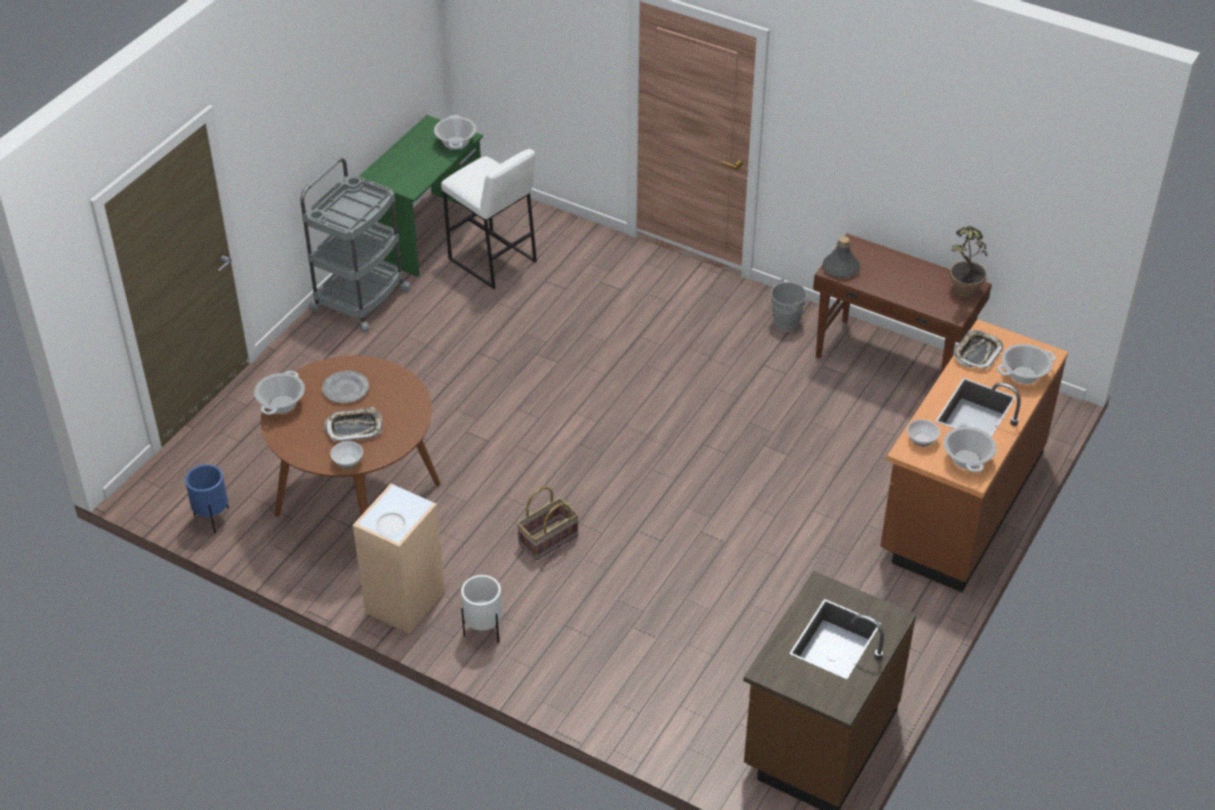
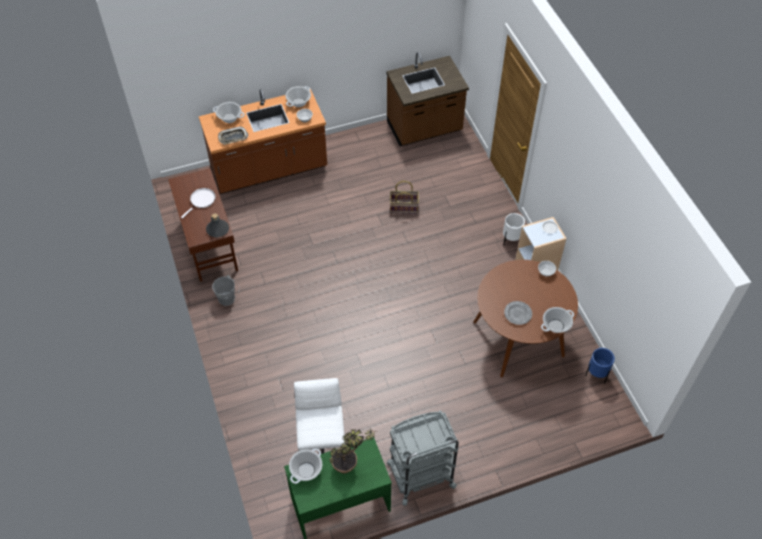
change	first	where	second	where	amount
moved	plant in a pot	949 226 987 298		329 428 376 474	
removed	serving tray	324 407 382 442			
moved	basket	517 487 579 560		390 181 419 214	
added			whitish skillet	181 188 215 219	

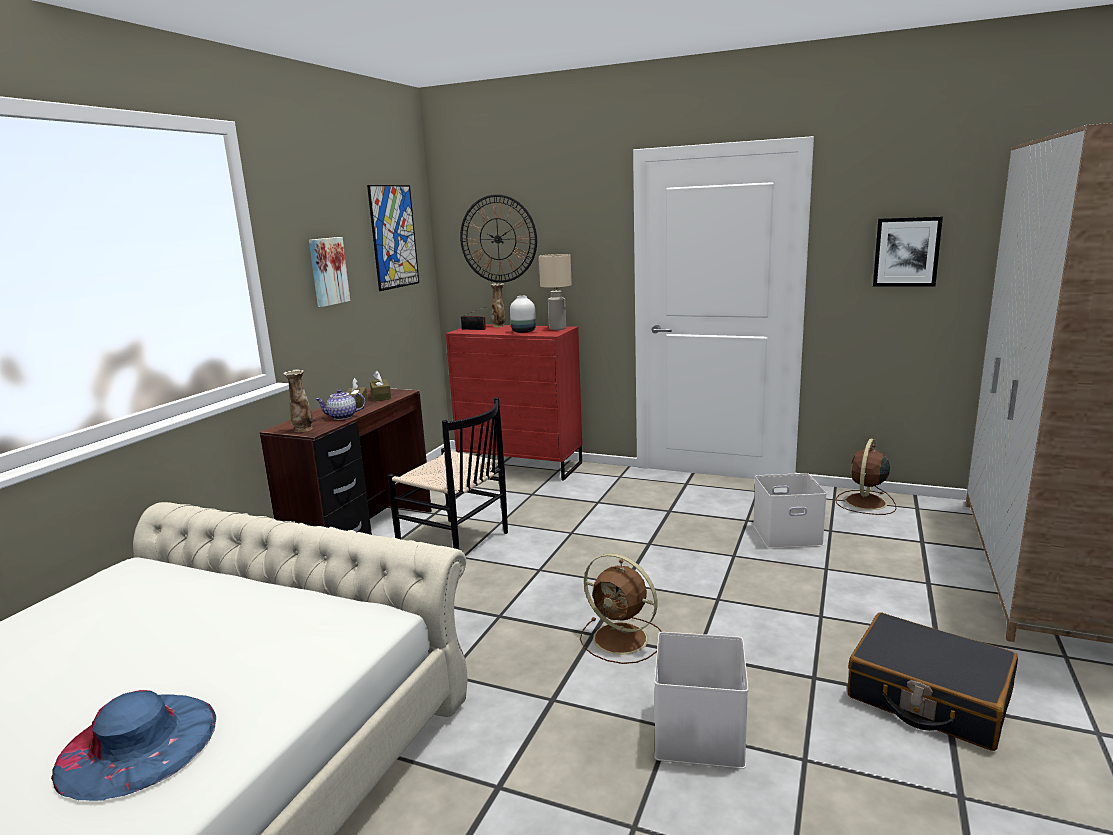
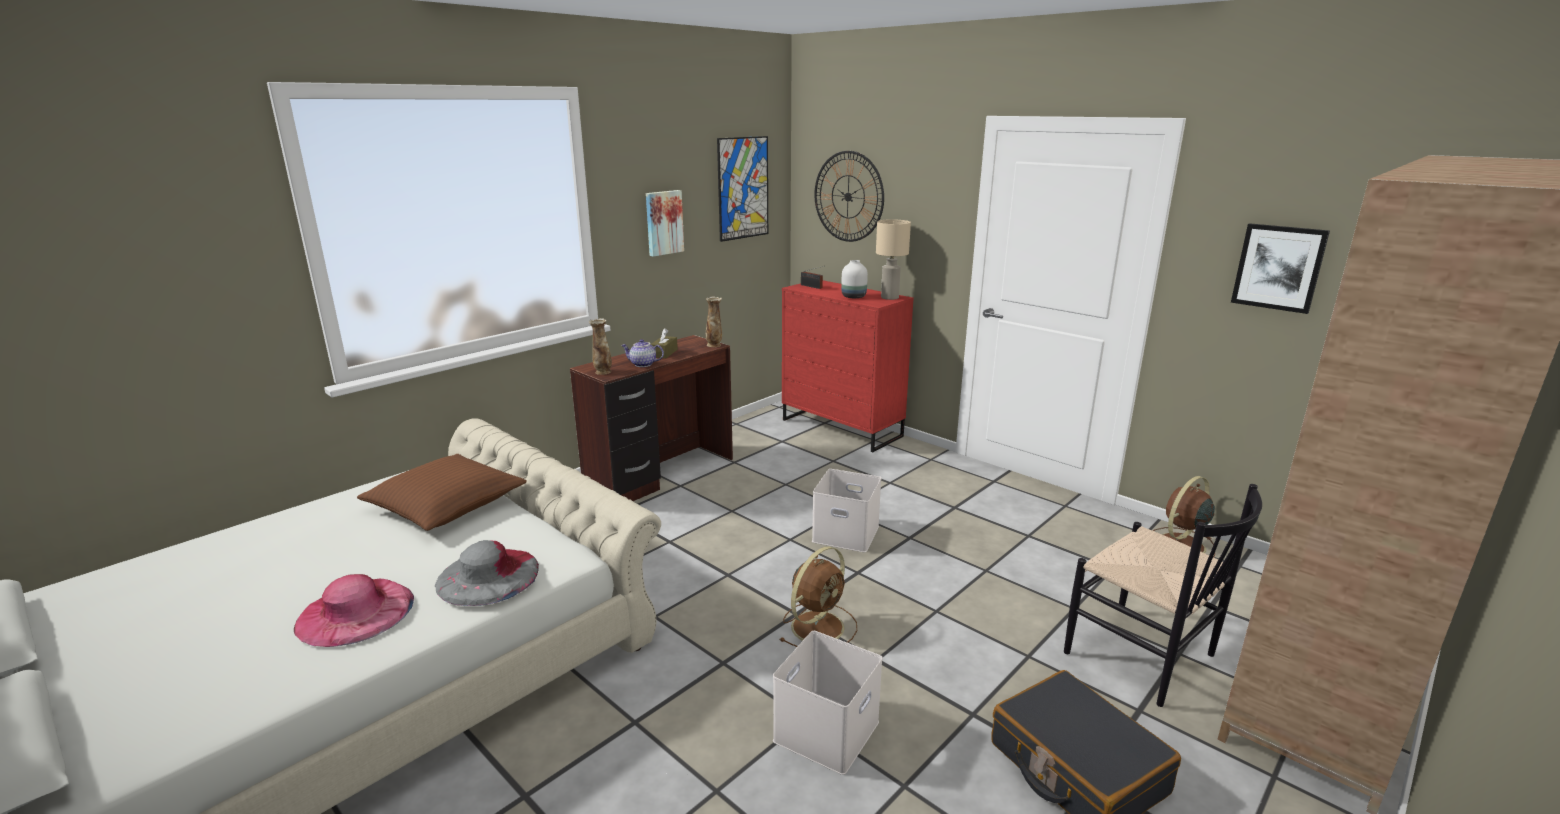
change	first	where	second	where	amount
moved	flower vase	490 283 506 327		706 297 722 347	
removed	brown tissue holder	370 370 391 401			
moved	black plain chair	388 397 508 549		1064 484 1262 707	
moved	whitish storage box	753 473 827 548		812 469 881 553	
turned	brown cooling fan	580 553 662 664		780 546 857 647	105 degrees counterclockwise
recoloured	bluish hat	51 690 216 801	pink-coloured hat	294 574 414 647	
added			brown throw pillow	357 454 527 531	
added			grey hat	434 540 539 606	

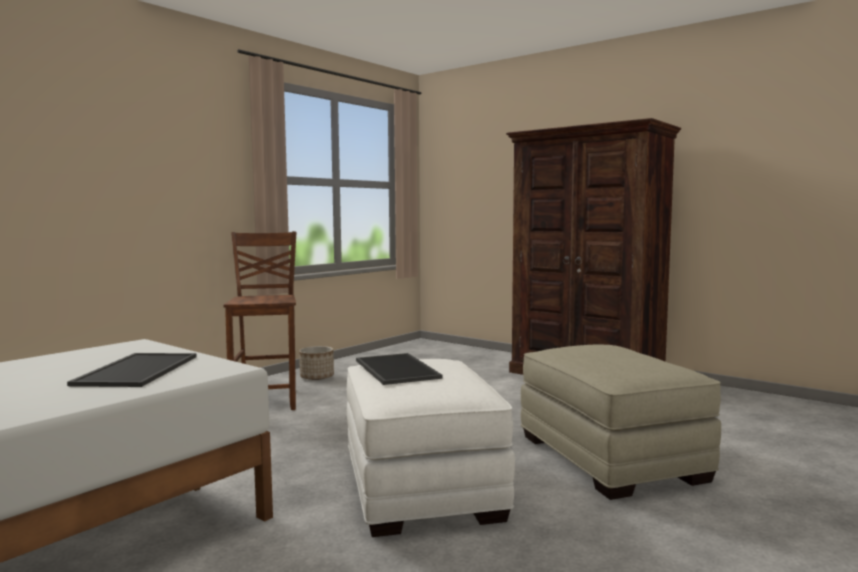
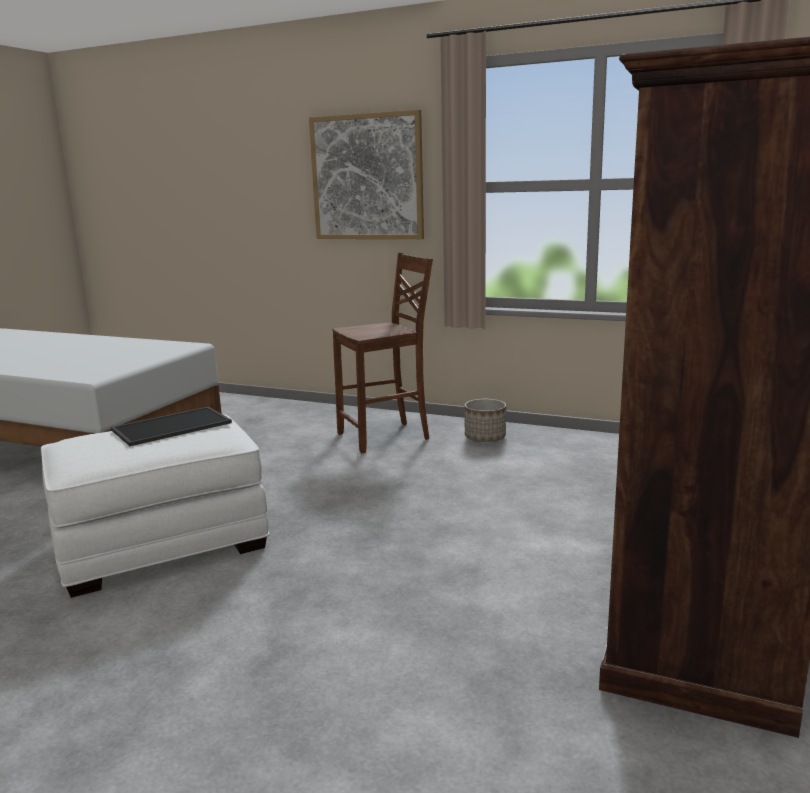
change	first	where	second	where	amount
removed	sand-coloured pouffe	521 345 721 500			
removed	serving tray	67 353 197 387			
added			wall art	309 110 424 239	

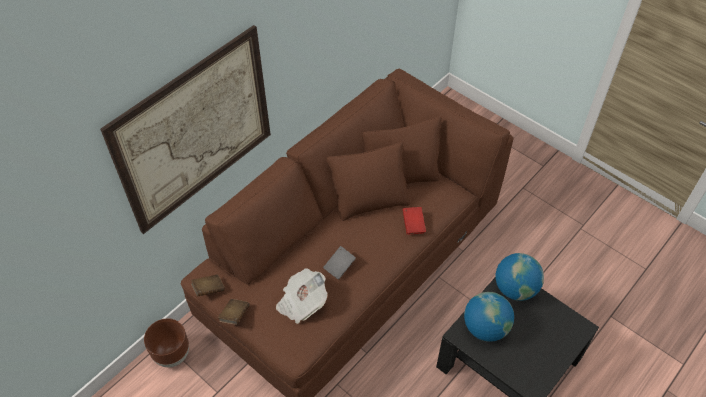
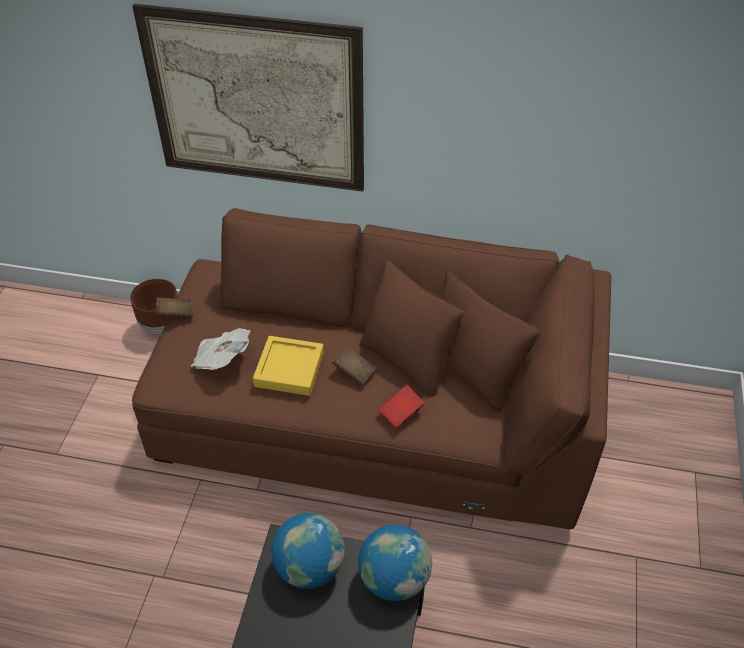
change	first	where	second	where	amount
replaced	grey volume	323 246 356 279	yellow-coloured serving tray	253 336 324 396	
moved	brown volume	191 275 225 297		332 347 376 386	

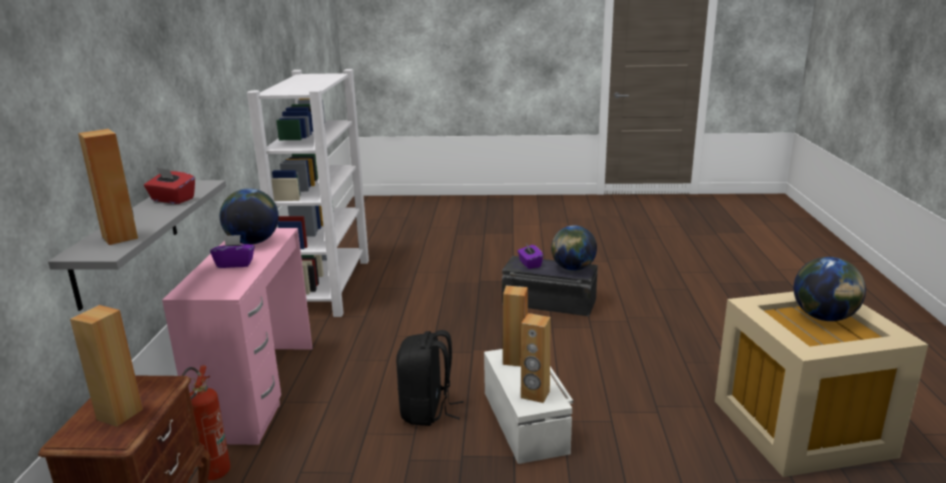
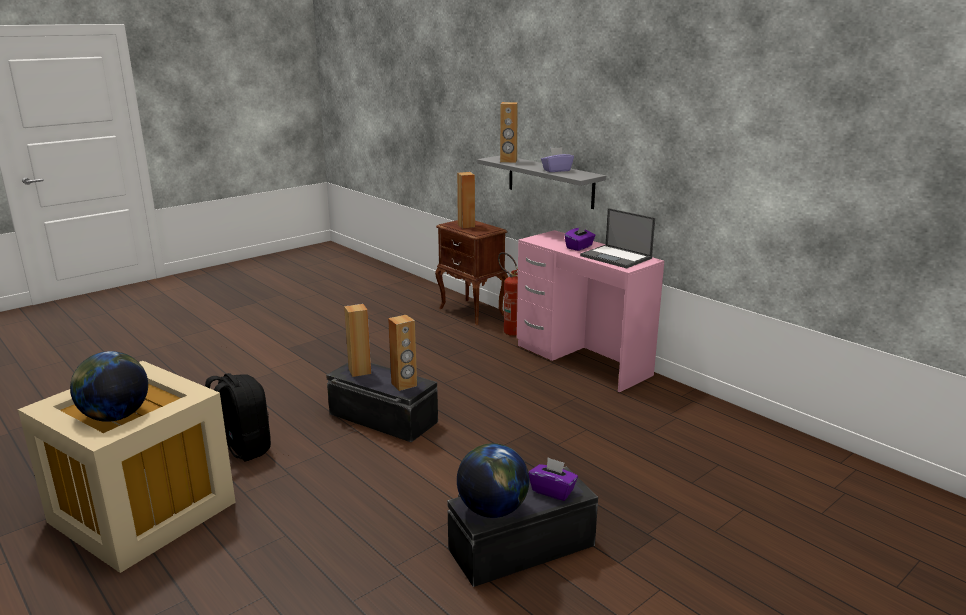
change	first	where	second	where	amount
removed	whitish bookcase	247 69 369 317			
recoloured	red-coloured tissue holder	144 167 195 204	purple-coloured tissue holder	541 147 574 172	
replaced	desk globe	220 188 279 245	portable computer	580 208 655 268	
moved	black rucksack	396 330 464 426		205 373 271 461	
recoloured	whitish storage box	484 349 573 464	black storage box	326 363 438 442	

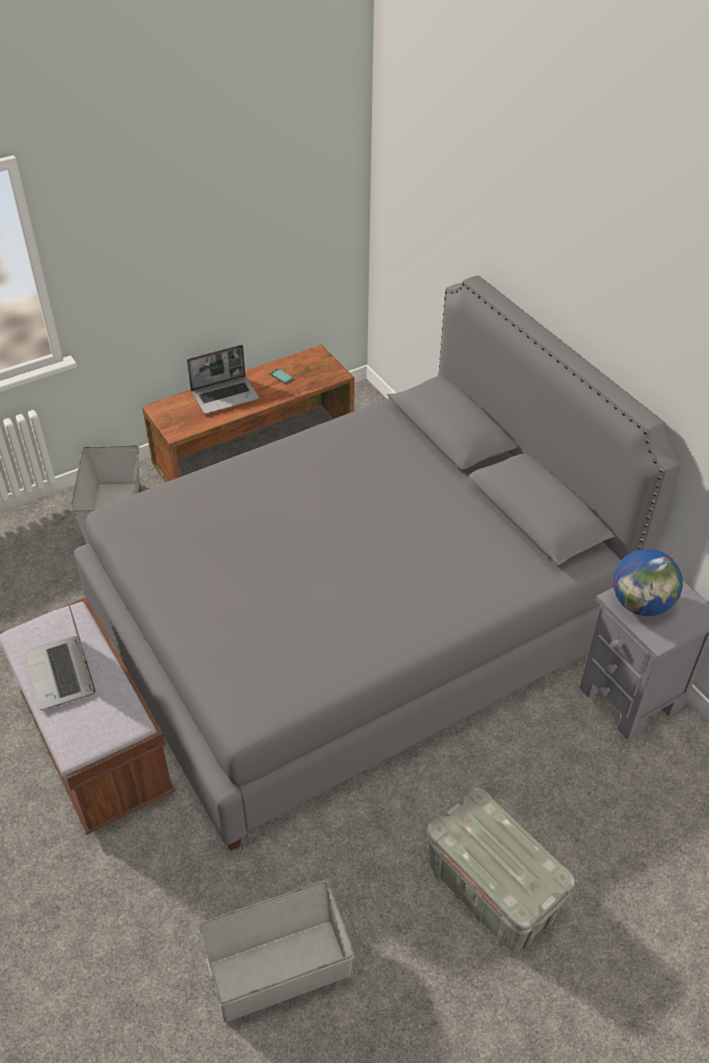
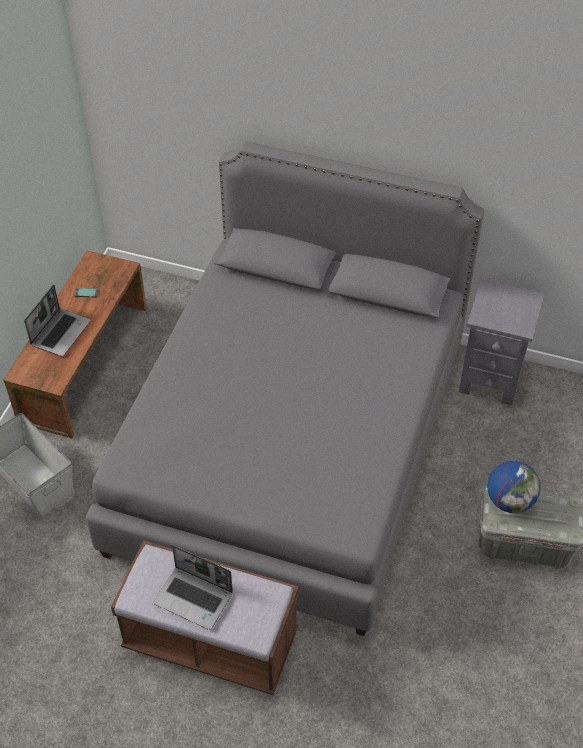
change	first	where	second	where	amount
moved	desk globe	613 549 683 616		487 461 541 513	
removed	grey storage box	199 880 354 1022			

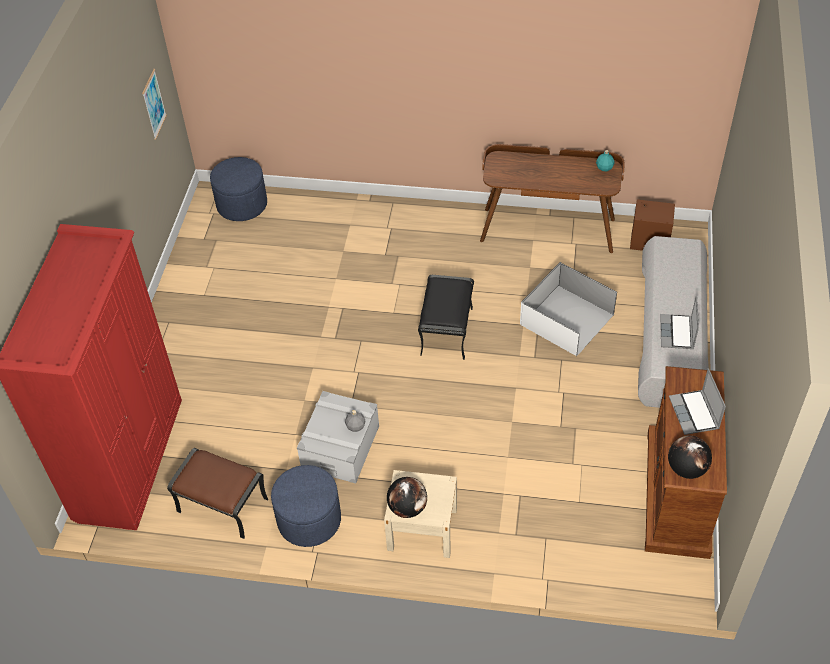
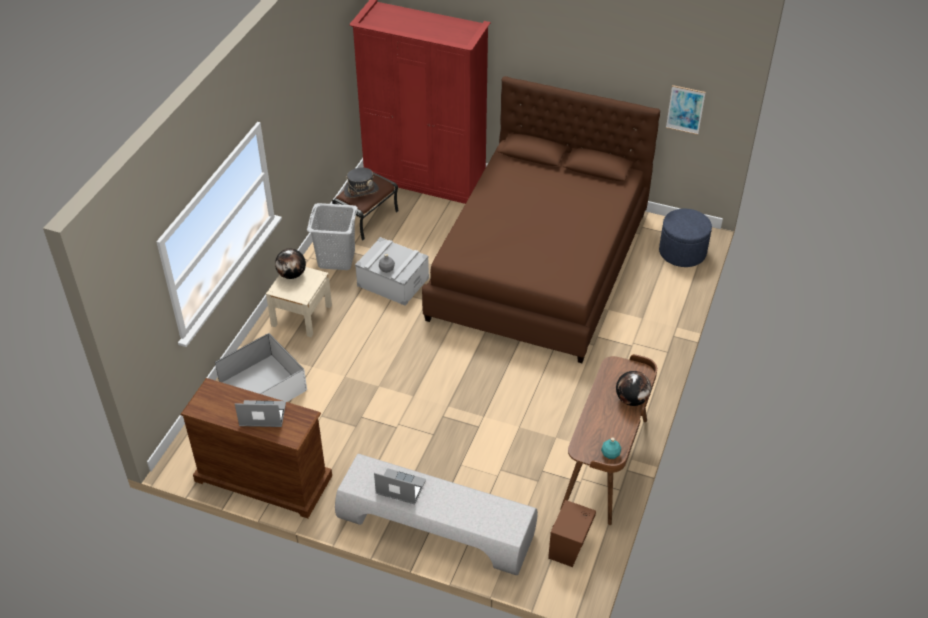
change	first	where	second	where	amount
moved	whitish storage box	520 262 617 356		215 333 307 402	
removed	black pouffe	418 275 474 360			
moved	desk globe	668 436 712 479		616 371 651 406	
replaced	bluish pouffe	271 465 341 547	grey hamper	307 203 358 270	
added			brown bedroom bed	422 76 660 363	
added			grey hat	344 167 379 198	

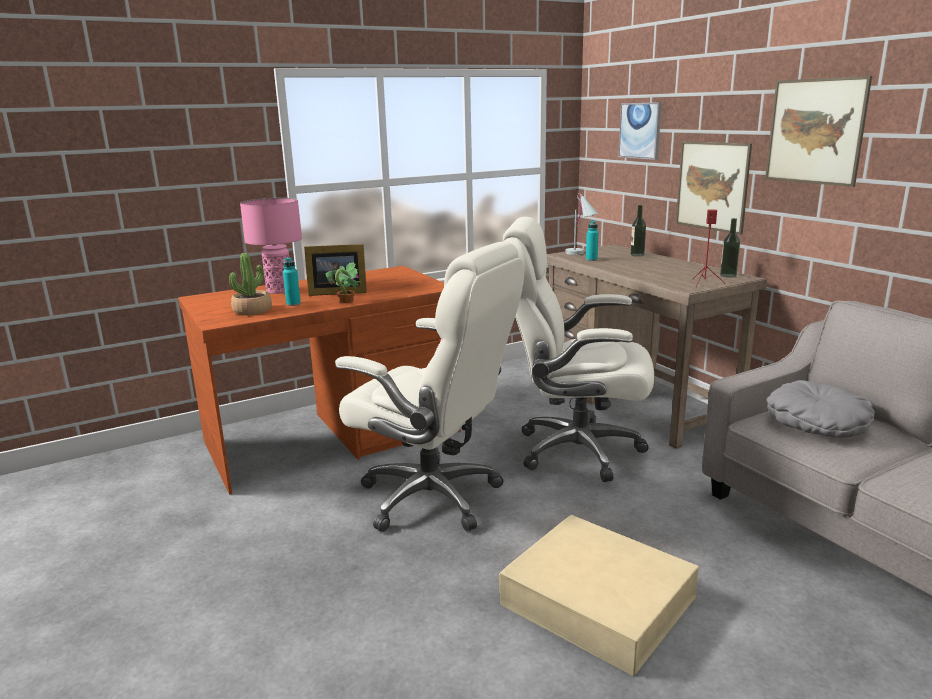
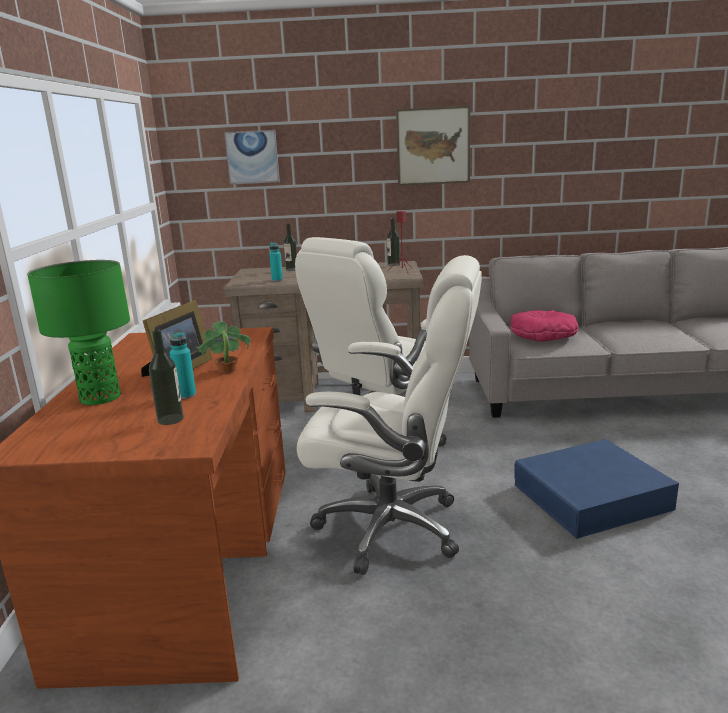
change	first	where	second	where	amount
removed	wall art	676 141 752 235			
removed	whitish lamp for a table	565 193 598 255			
recoloured	pink-coloured lamp for a table	240 198 302 294	green-coloured lamp for a table	27 260 130 405	
turned	whitish desk chair	335 242 524 532		297 255 482 575	45 degrees clockwise
replaced	plant in a pot	229 253 272 315	drink bottle	149 329 184 425	
recoloured	grey throw pillow	766 380 875 438	pink-coloured throw pillow	510 310 578 342	
recoloured	sand-coloured storage box	499 515 699 676	bluish storage box	514 439 679 539	

